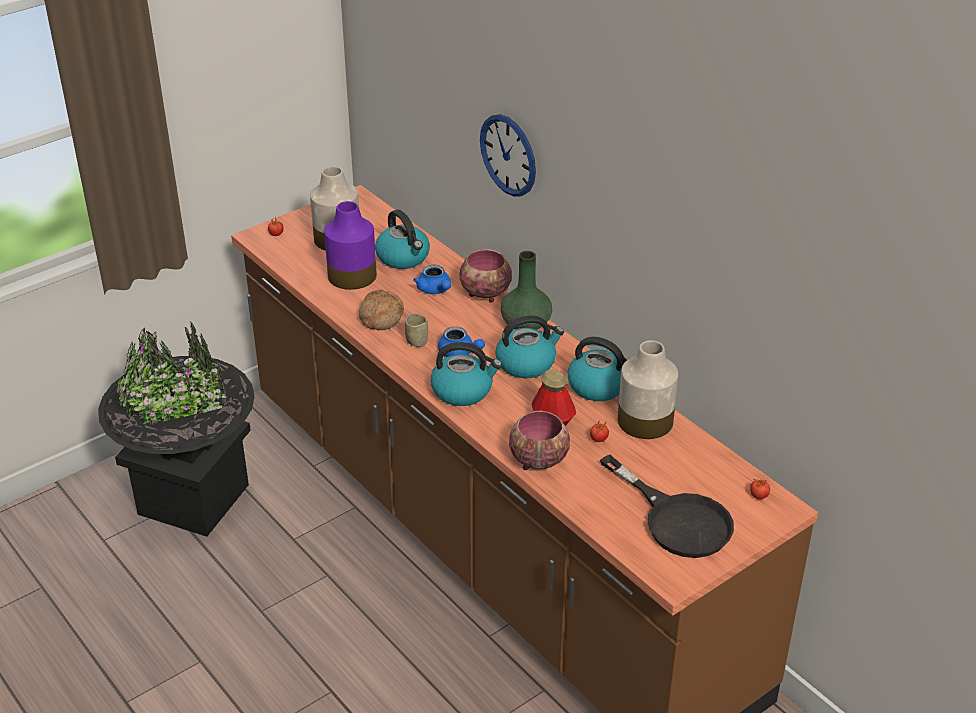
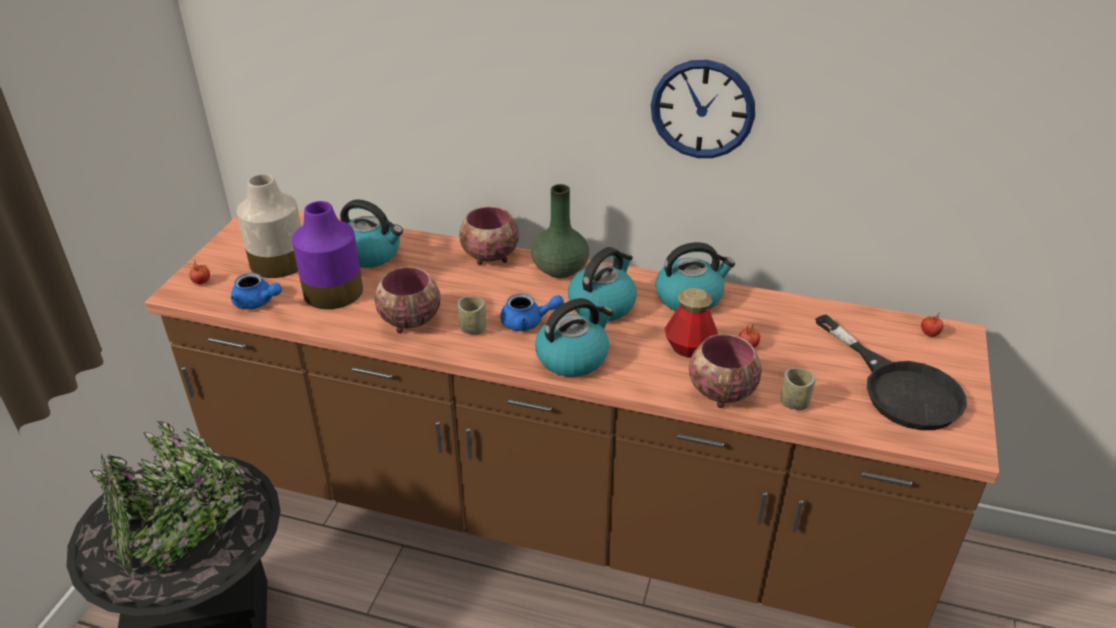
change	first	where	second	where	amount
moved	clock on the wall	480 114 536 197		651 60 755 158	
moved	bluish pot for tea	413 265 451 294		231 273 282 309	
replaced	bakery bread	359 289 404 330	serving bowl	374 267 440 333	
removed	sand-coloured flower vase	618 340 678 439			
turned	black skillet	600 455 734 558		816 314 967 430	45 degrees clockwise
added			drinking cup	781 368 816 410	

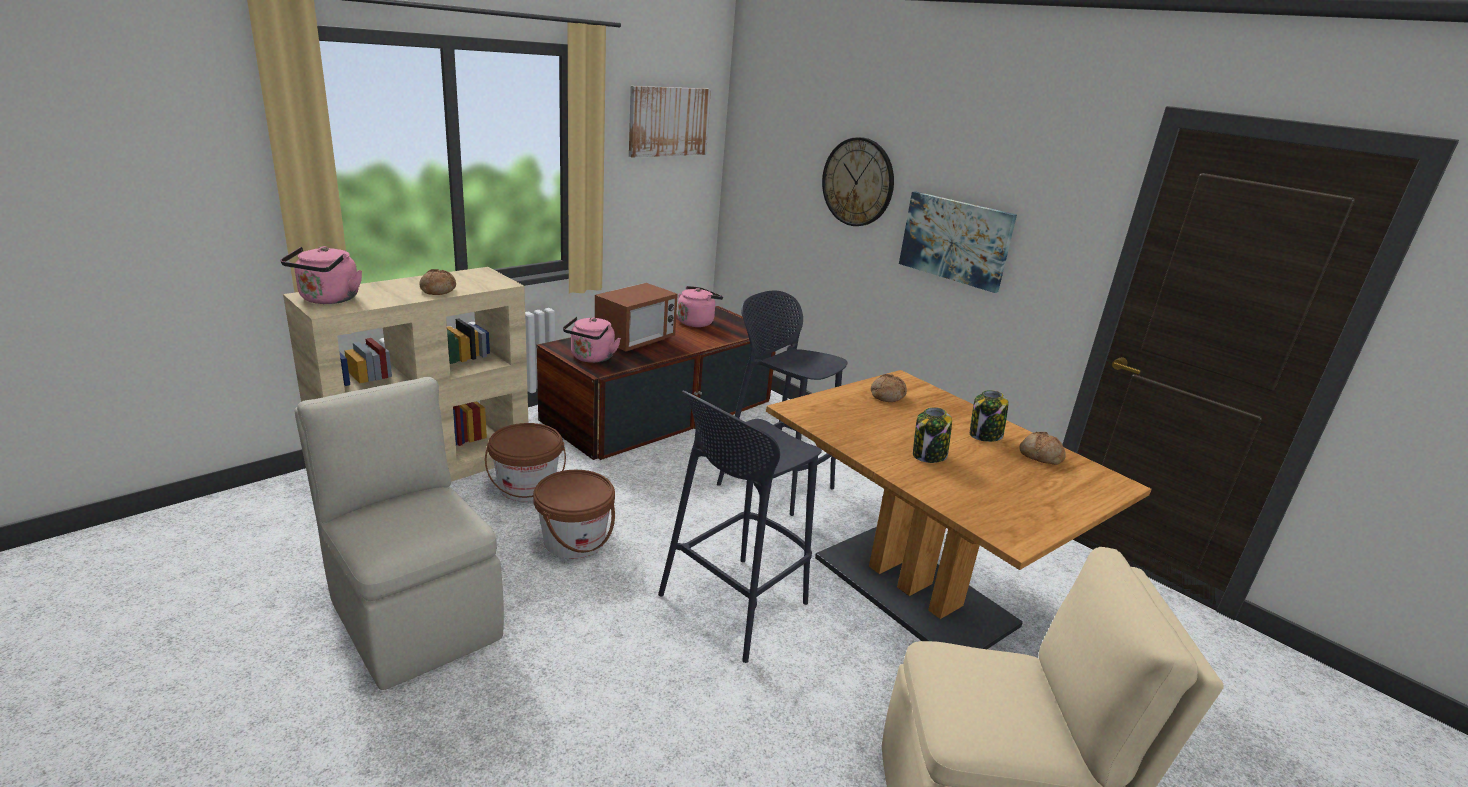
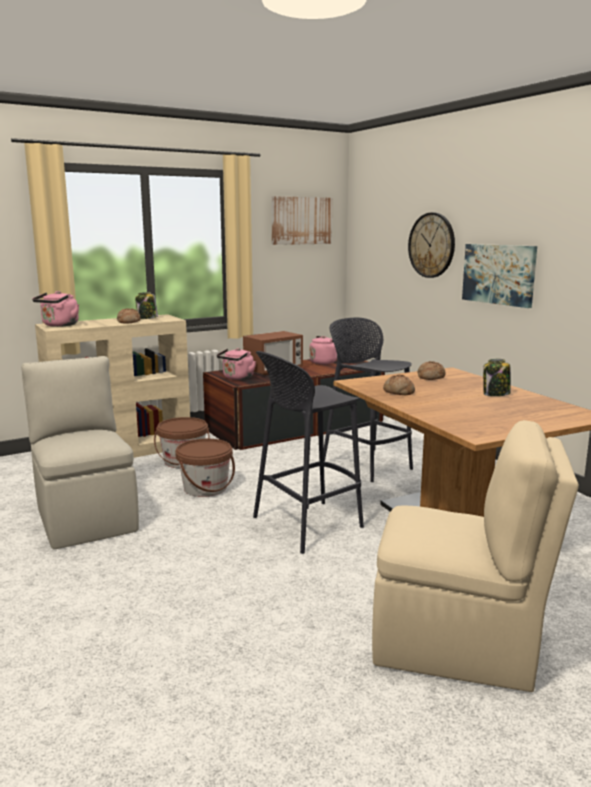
change	first	where	second	where	amount
moved	preserve jar	913 407 952 463		135 292 158 319	
moved	bakery bread	1019 432 1066 465		383 375 415 395	

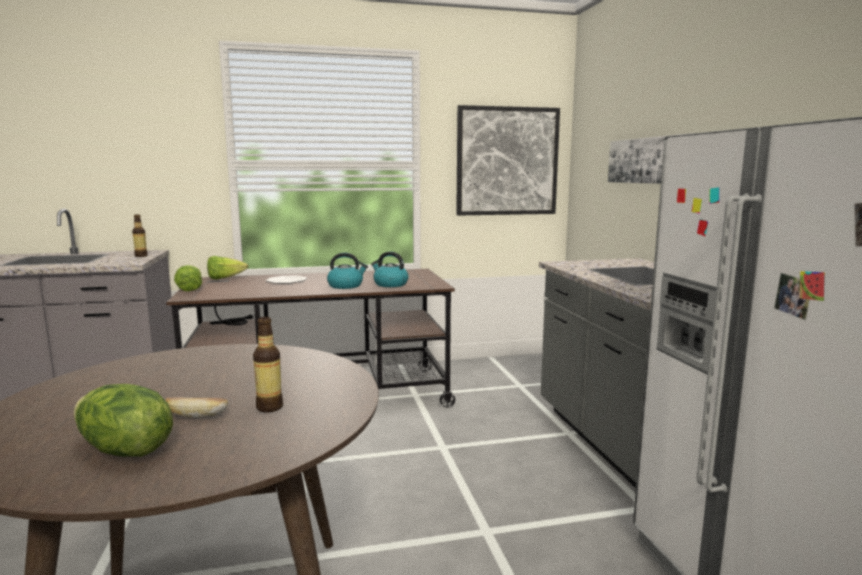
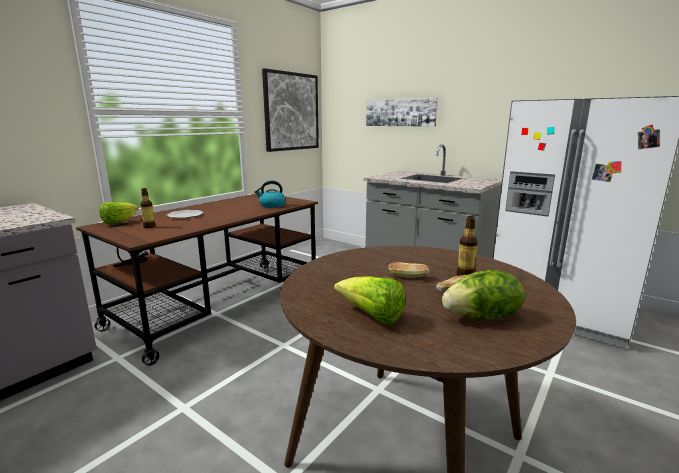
change	first	where	second	where	amount
moved	drink bottle	132 214 148 257		140 188 155 228	
removed	tea kettle	327 253 368 289			
moved	lettuce	174 265 202 291		334 276 405 325	
added			bakery bread	388 262 430 278	

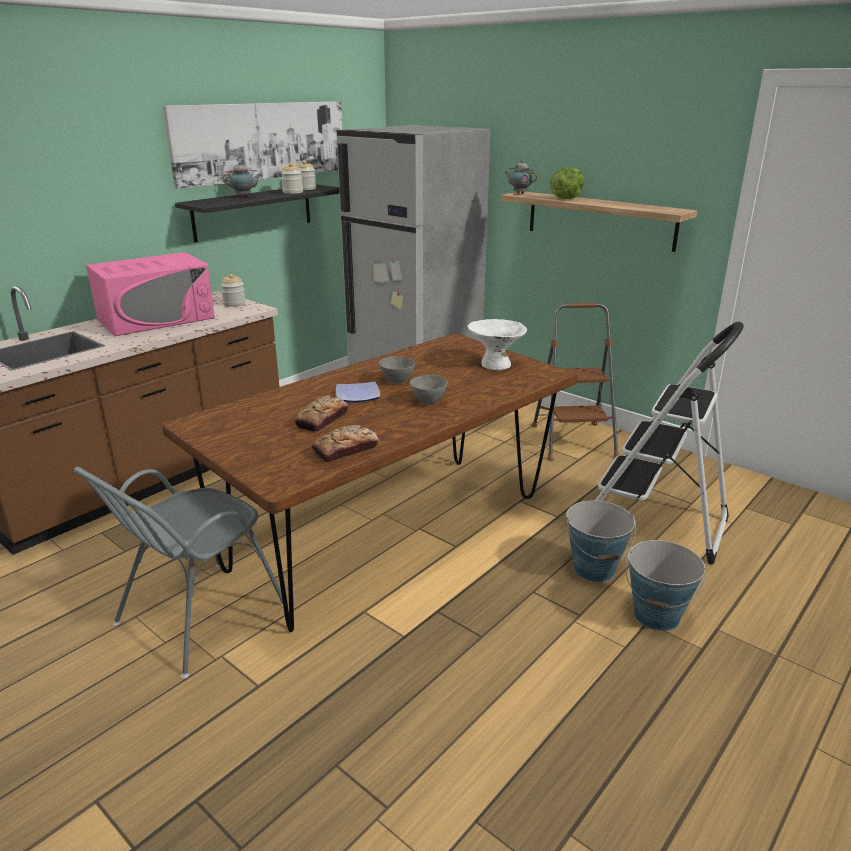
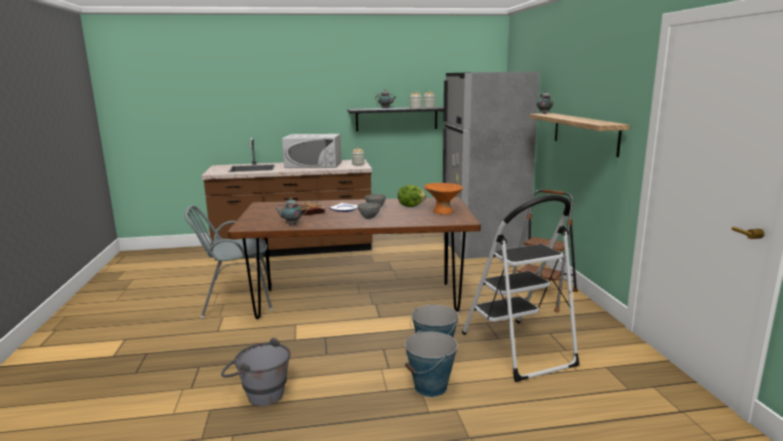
change	first	where	second	where	amount
removed	wall art	163 101 342 189			
moved	lettuce	550 167 584 199		398 185 426 207	
recoloured	pink-coloured microwave	86 252 215 336	whitish microwave	282 134 342 168	
recoloured	whitish serving bowl	467 319 527 370	orange serving bowl	424 183 463 215	
replaced	bakery bread	312 425 379 463	pot for tea	275 198 307 225	
added			grey pail	221 337 291 406	

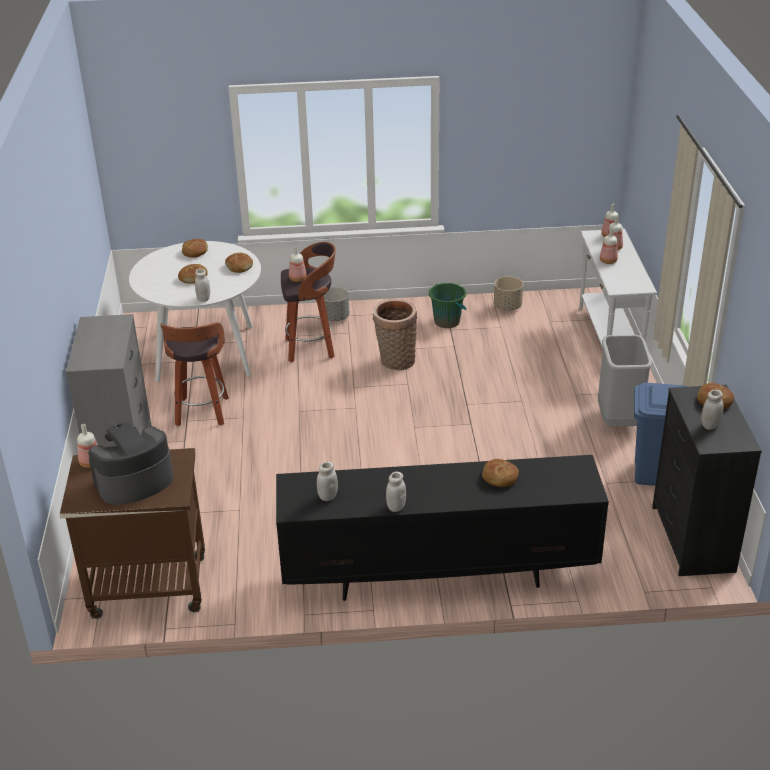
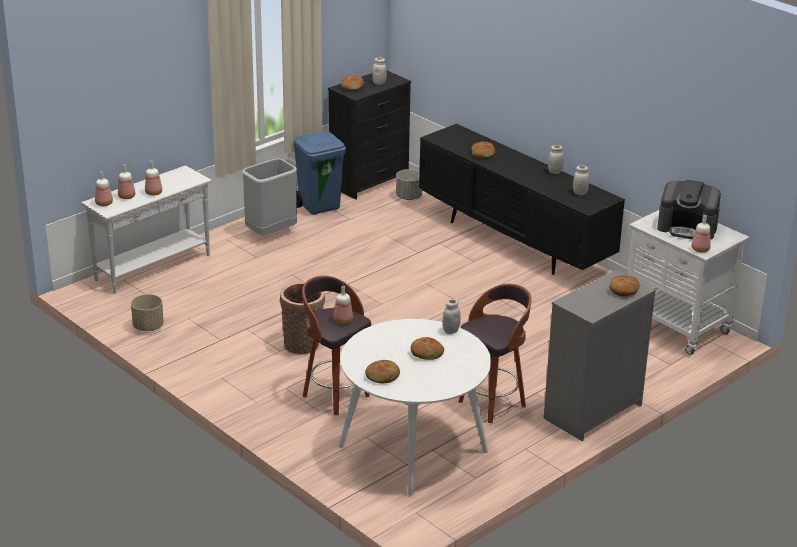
change	first	where	second	where	amount
moved	bakery bread	225 253 253 273		609 275 639 297	
removed	green-coloured pail	429 283 467 328			
moved	grey flower pot	323 287 350 321		396 169 422 200	
recoloured	brown cart	60 448 205 619	whitish cart	628 210 750 355	

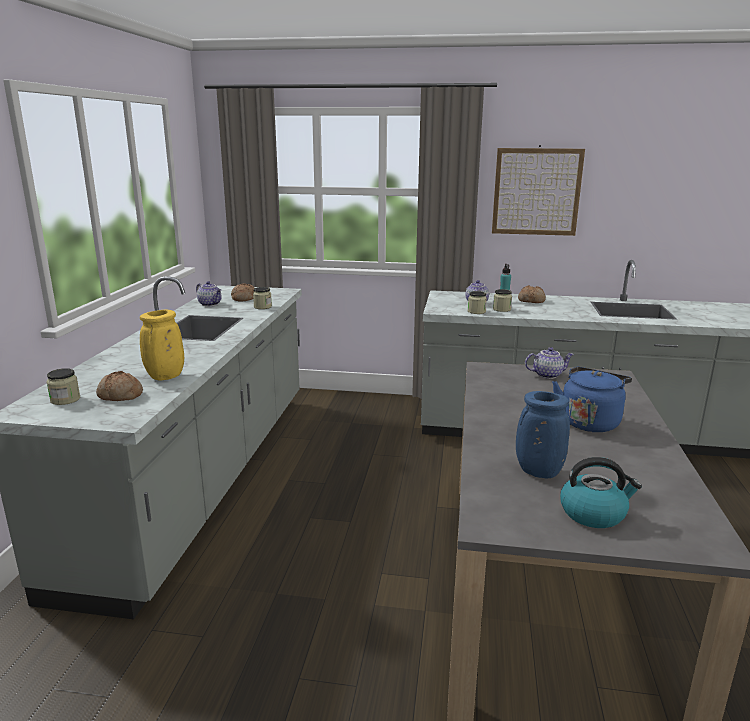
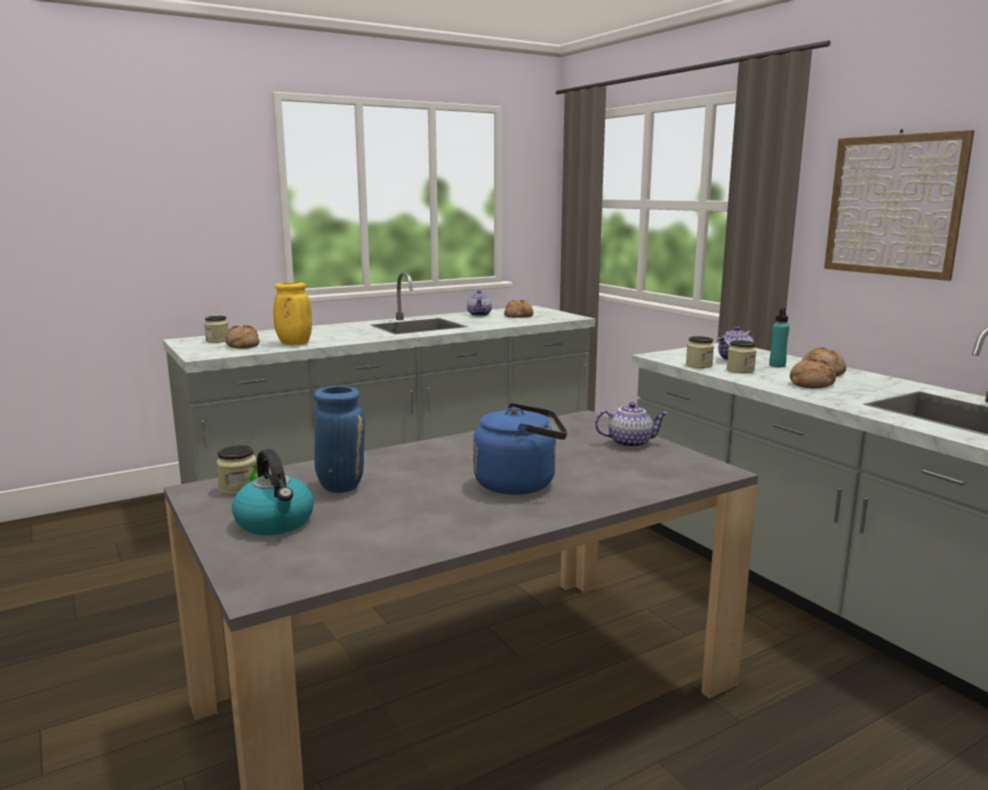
change	first	where	second	where	amount
moved	preserve jar	253 287 272 309		216 445 258 495	
turned	pot for tea	525 347 574 379		595 402 668 448	45 degrees counterclockwise
added			bakery bread	790 358 836 388	

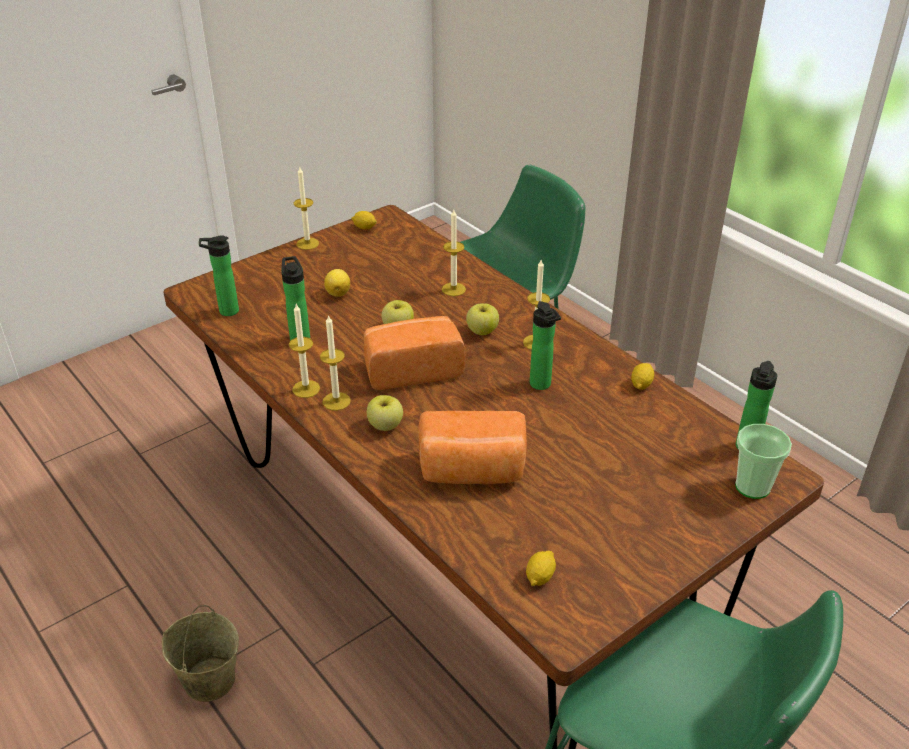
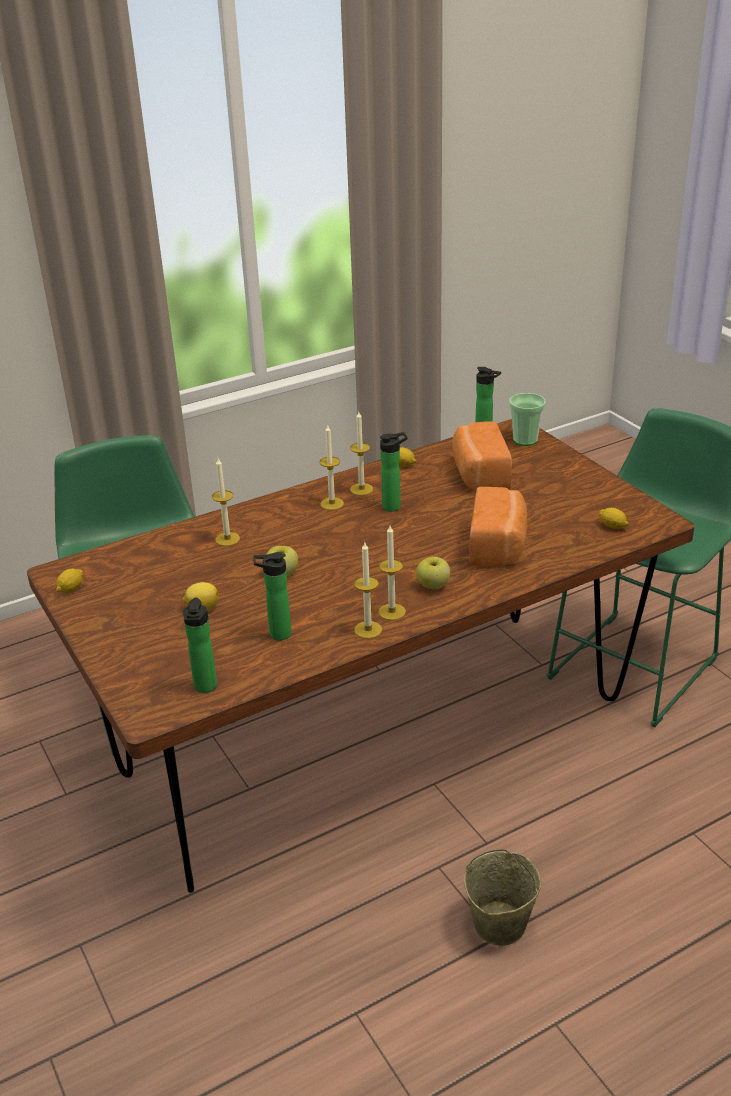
change	first	where	second	where	amount
moved	candle	294 167 319 250		350 412 373 495	
removed	apple	466 303 499 335			
moved	bakery bread	364 316 465 390		452 421 512 490	

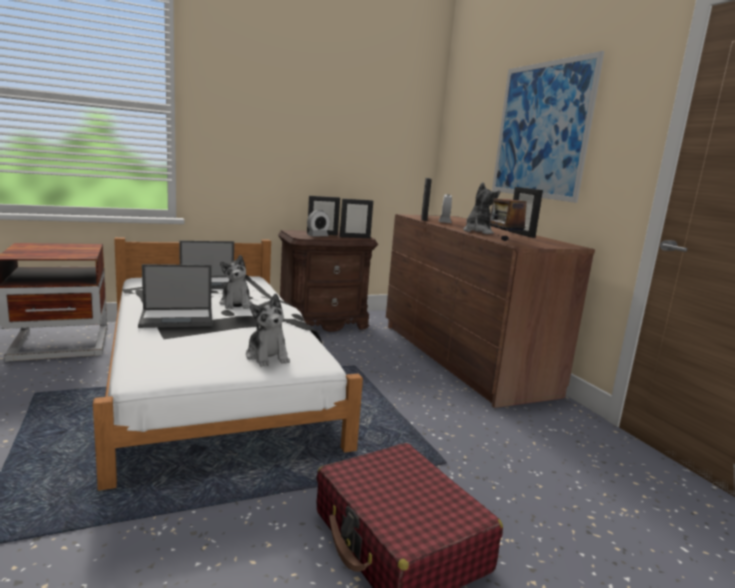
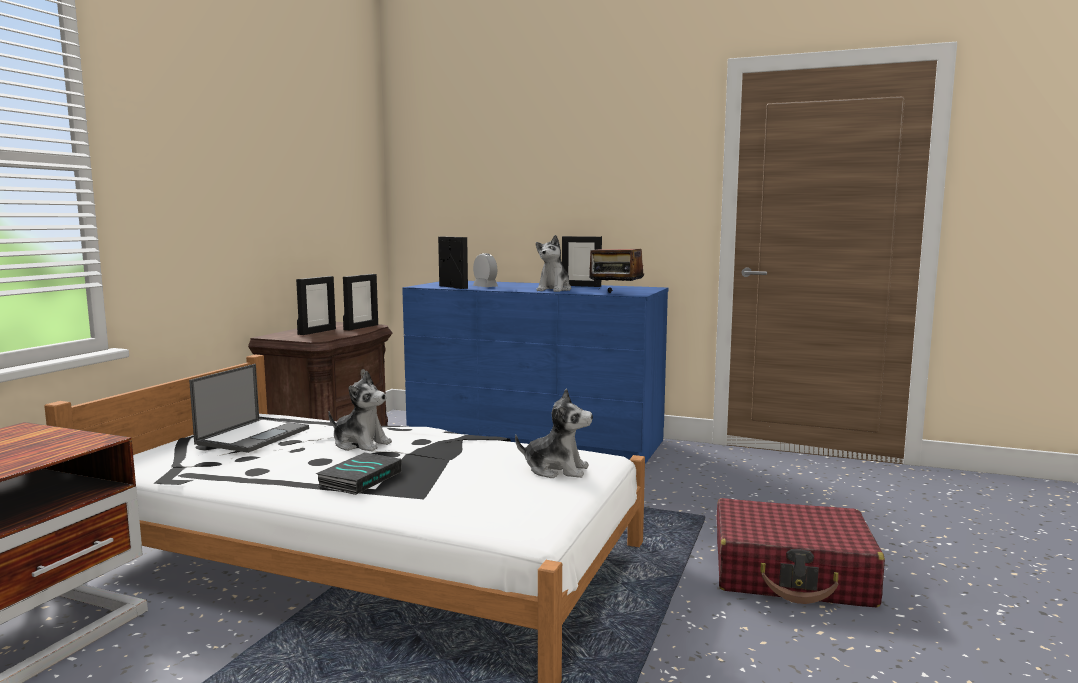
change	first	where	second	where	amount
removed	wall art	492 51 604 203			
turned	plush toy	463 182 500 234		536 235 571 292	135 degrees counterclockwise
removed	bedside clock	307 210 330 237			
recoloured	brown chest of drawers	386 214 595 408	bluish chest of drawers	402 281 668 464	
replaced	portable computer	138 264 213 328	volume	316 452 402 495	

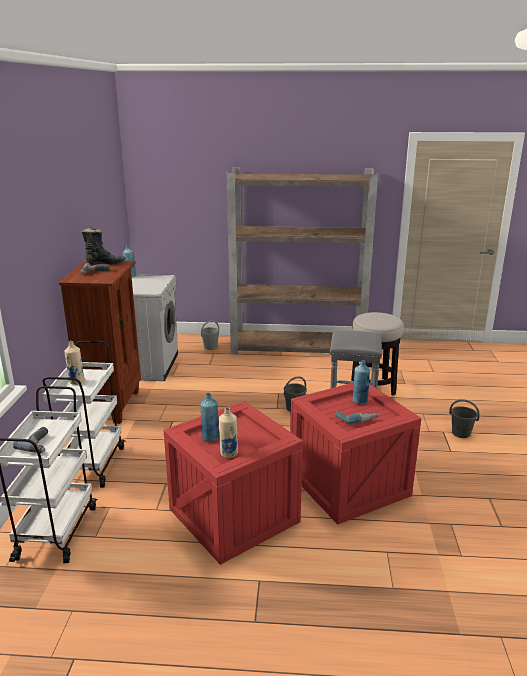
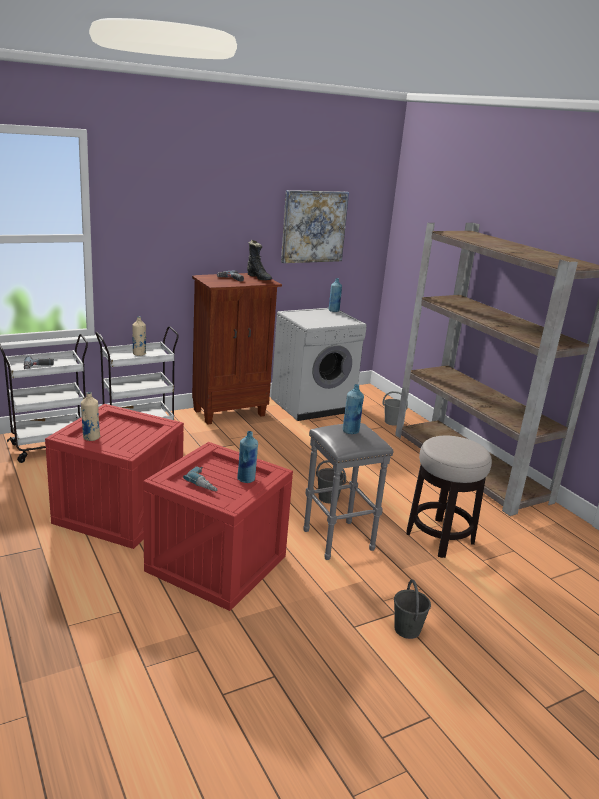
change	first	where	second	where	amount
moved	bluish drink bottle	200 393 219 442		343 384 364 434	
added			wall art	281 190 349 263	

